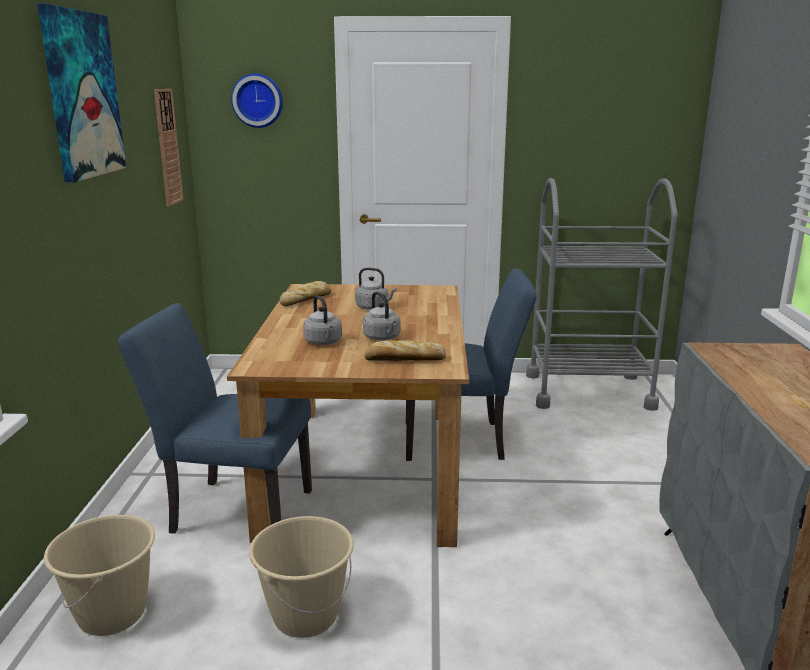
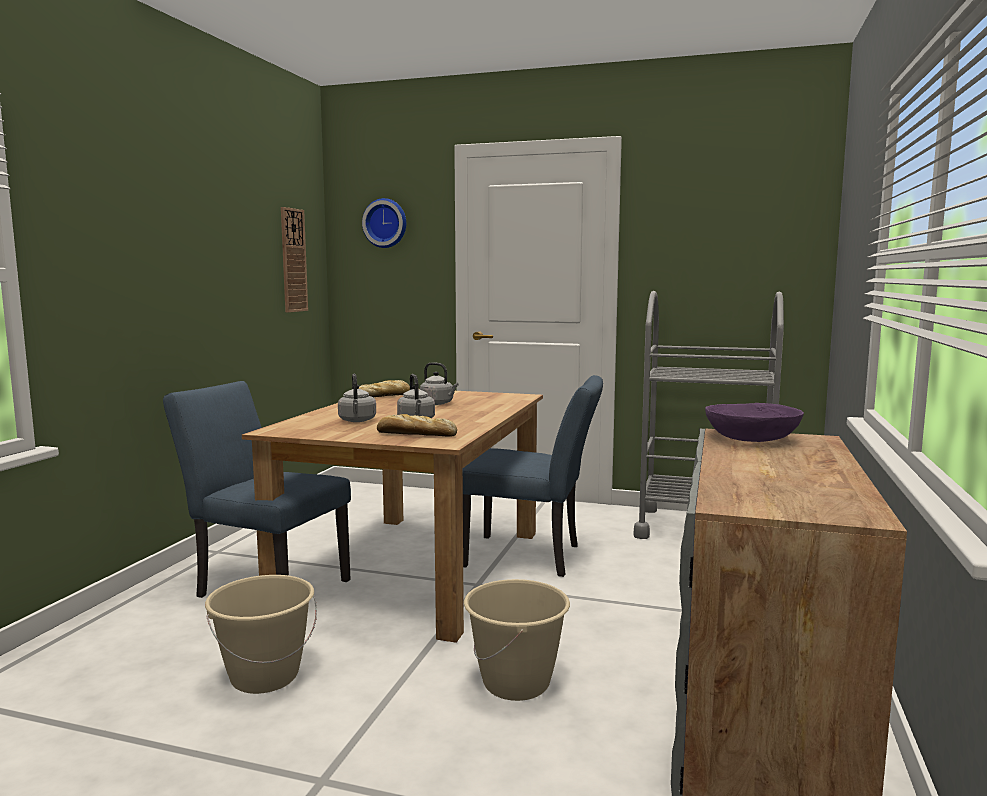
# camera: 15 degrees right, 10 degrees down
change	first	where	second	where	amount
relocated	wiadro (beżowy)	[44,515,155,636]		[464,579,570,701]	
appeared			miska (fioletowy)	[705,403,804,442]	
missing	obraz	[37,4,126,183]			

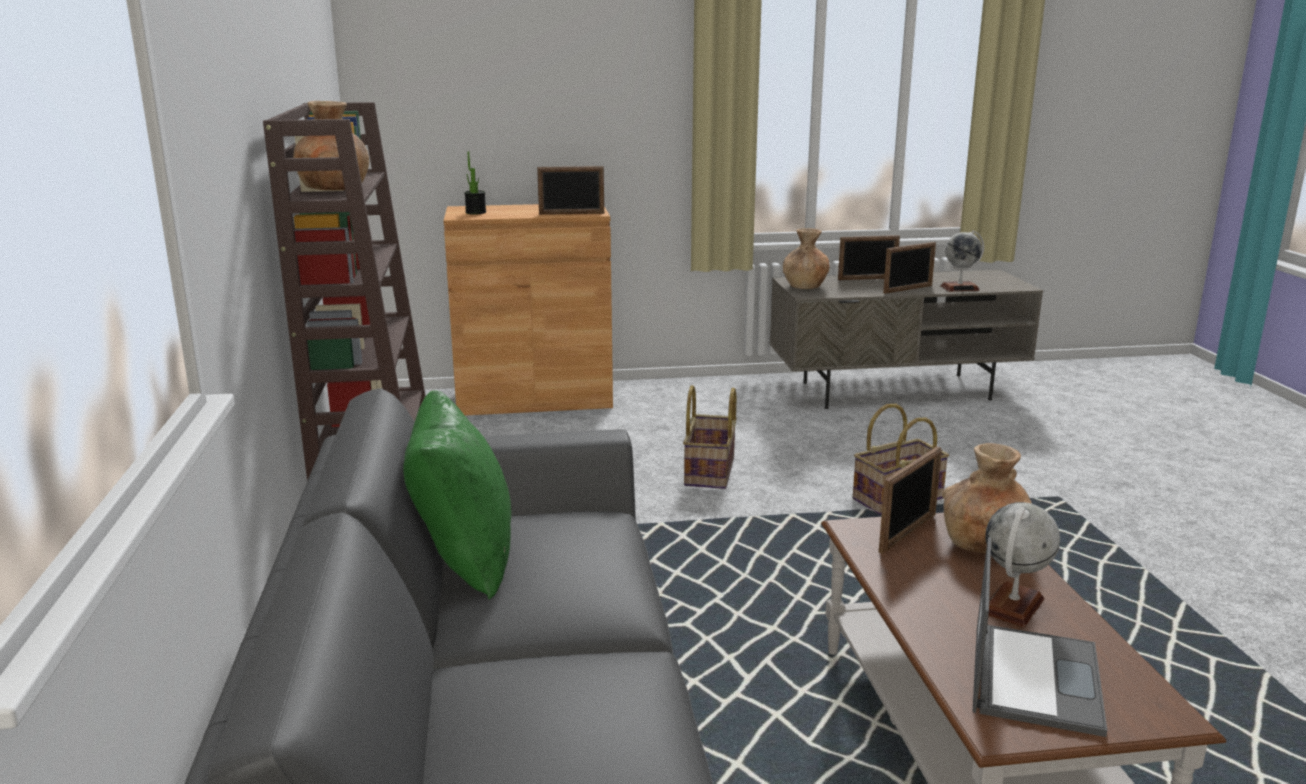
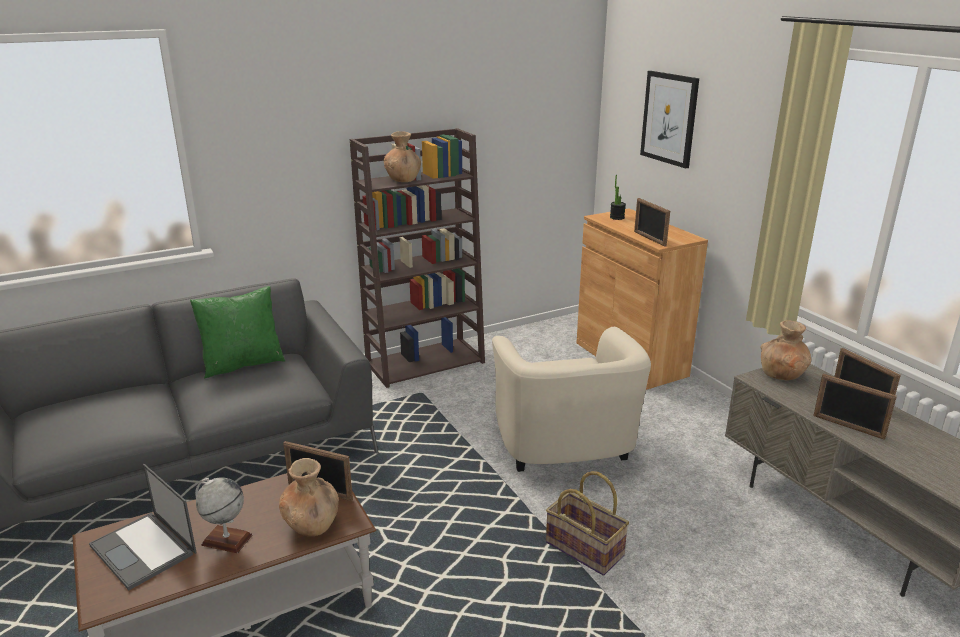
# camera: 70 degrees right, 5 degrees up
change	first	where	second	where	amount
spun	laptop	[973,537,1107,737]		[89,464,197,590]	45 degrees clockwise
exchanged	koszyk	[683,385,737,489]	fotel (beżowy)	[492,327,651,472]	
appeared			obraz	[640,71,699,169]	
missing	globus	[940,230,984,291]			

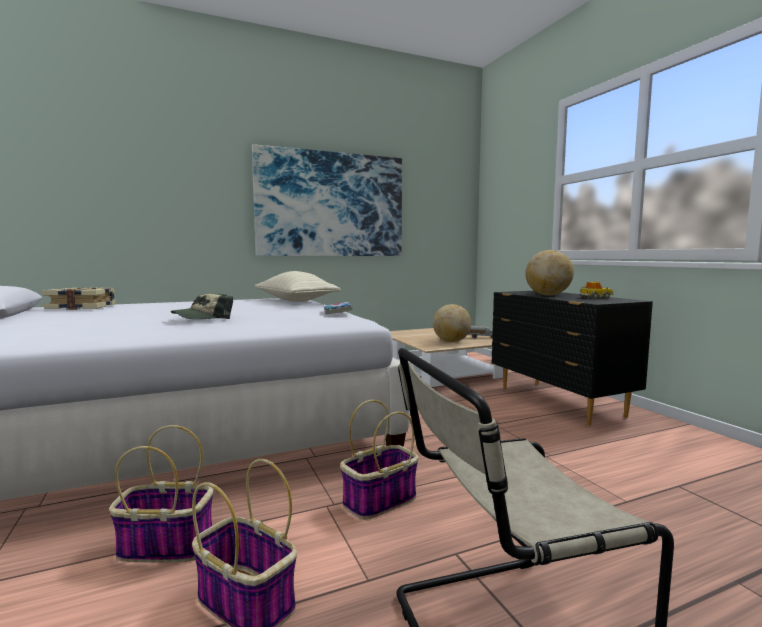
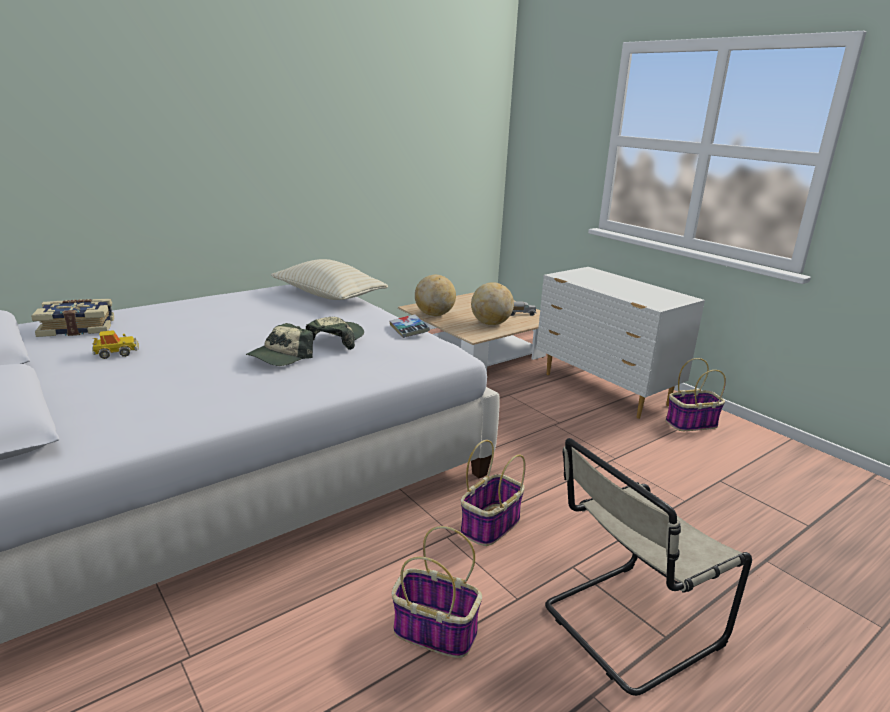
# camera: 15 degrees left, 15 degrees up
change	first	where	second	where	amount
relocated	samochodzik	[580,282,614,299]		[92,330,139,359]	
appeared			czapka z daszkiem	[306,317,364,350]	
relocated	globus	[525,250,574,296]		[415,275,456,316]	
colour	komoda (czarny)	[491,291,653,425]	komoda (biały)	[536,267,705,419]	
relocated	koszyk	[109,425,213,562]		[665,358,726,431]	
missing	obraz	[252,144,402,256]			

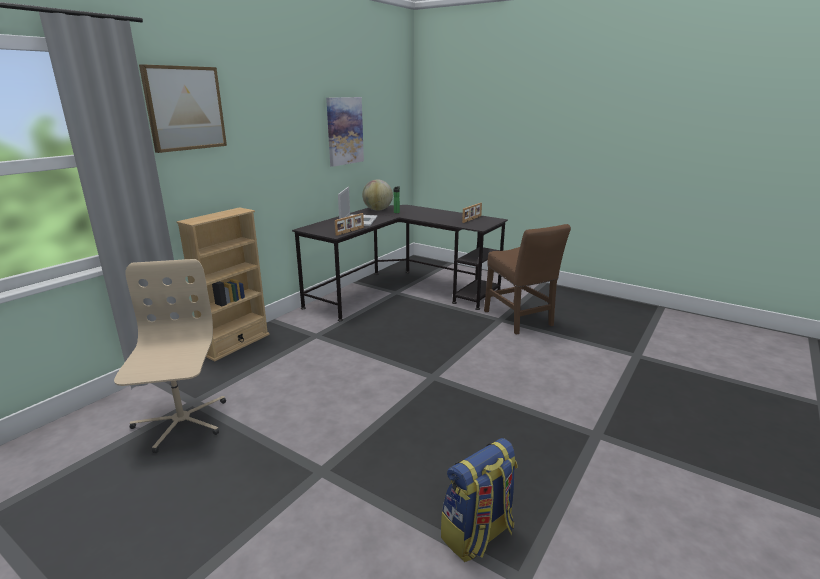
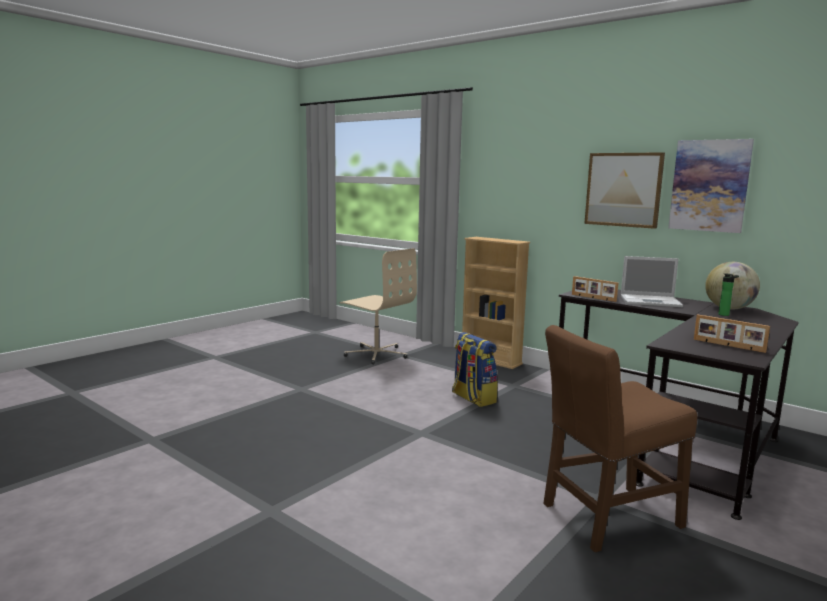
# camera: 95 degrees right, 10 degrees down
change	first	where	second	where	amount
spun	krzesło biurowe (beżowy)	[114,259,226,453]		[339,248,417,364]	45 degrees clockwise
relocated	plecak	[441,438,518,562]		[452,332,498,407]	
relocated	obraz	[139,64,227,153]		[584,152,665,229]	

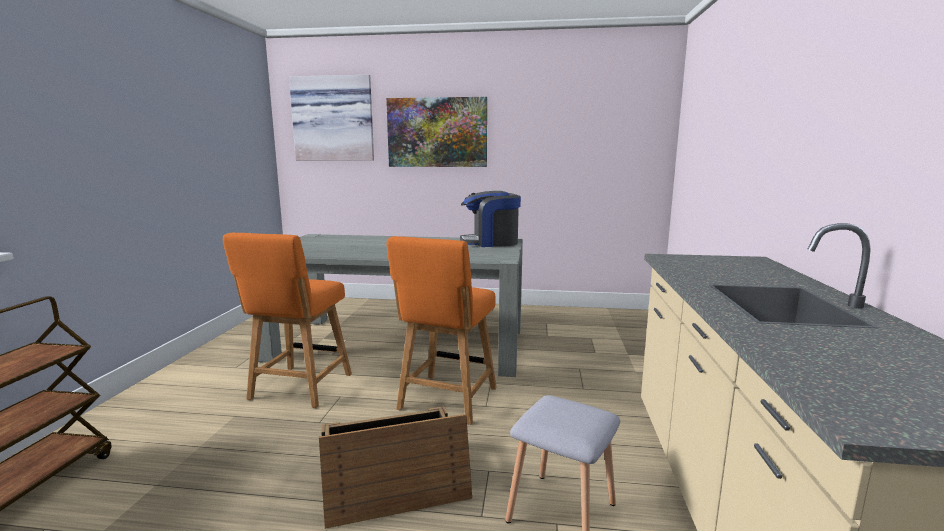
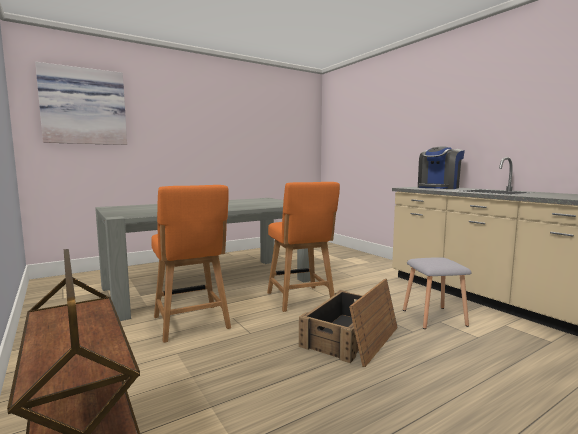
# camera: 40 degrees left, 5 degrees down
change	first	where	second	where	amount
relocated	ekspres do kawy	[460,191,521,247]		[418,146,465,189]	
missing	obraz	[386,97,487,167]			

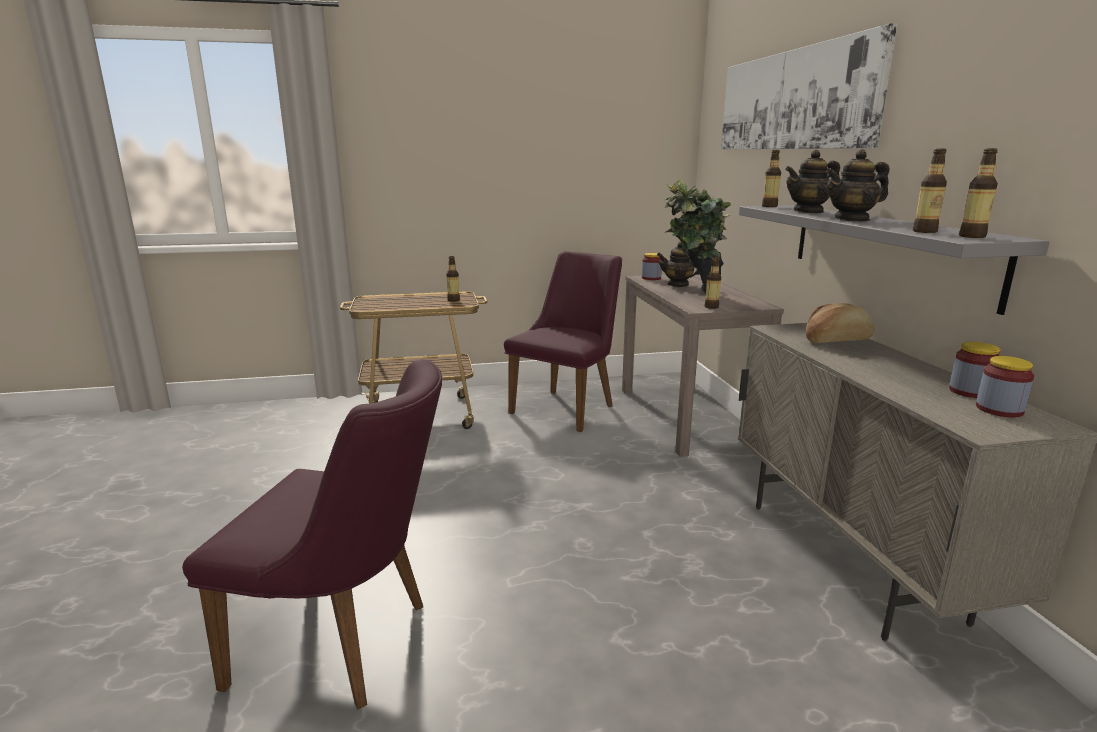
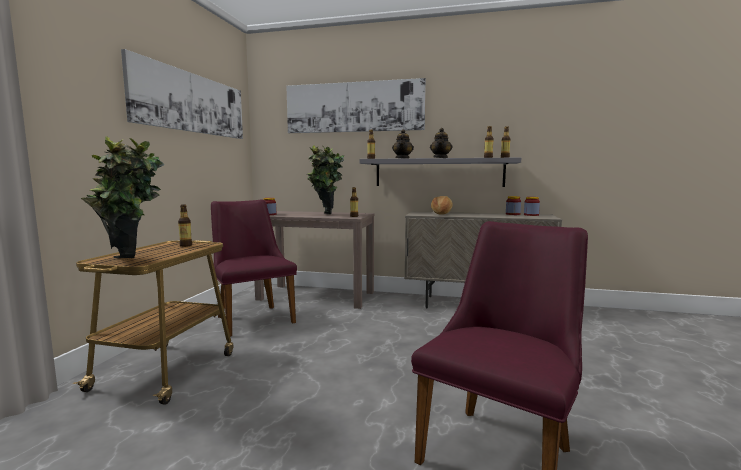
# camera: 65 degrees left, 10 degrees down
change	first	where	second	where	amount
appeared			roślina doniczkowa	[81,136,164,258]	
appeared			obraz	[121,49,243,139]	
missing	imbryk	[657,241,700,287]			

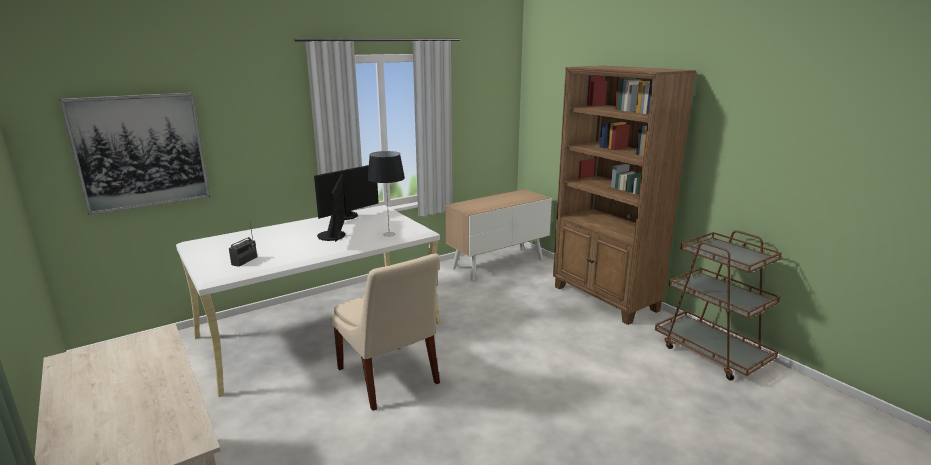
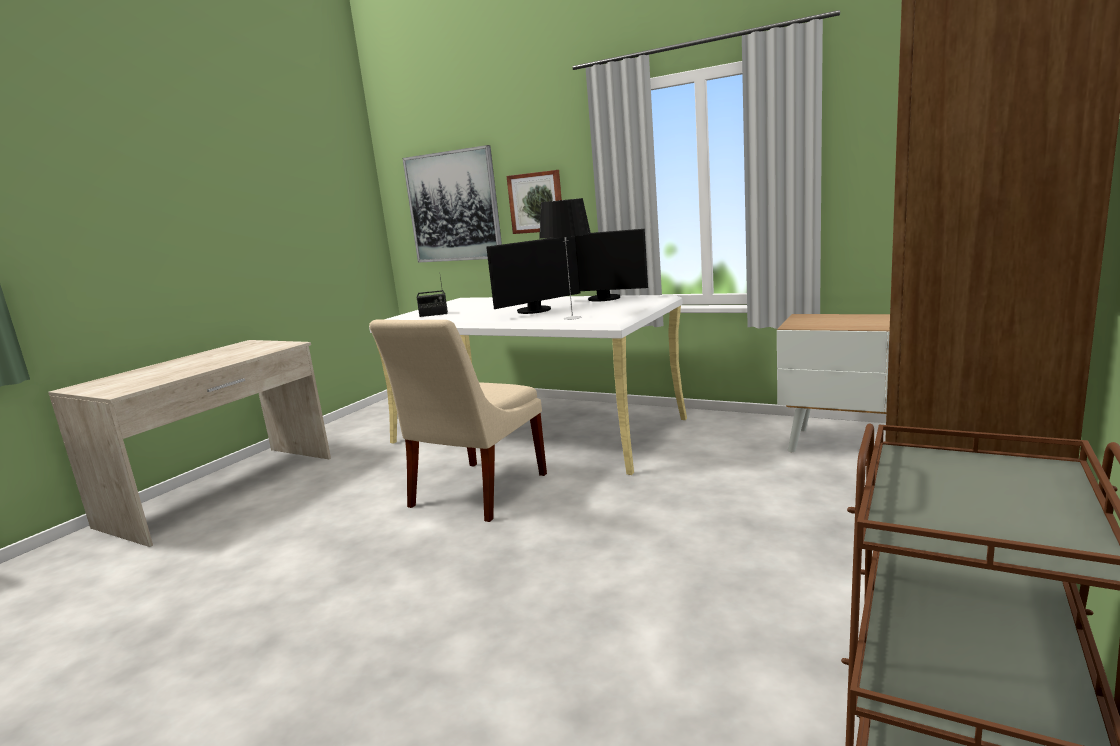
# camera: 65 degrees right, 5 degrees down
change	first	where	second	where	amount
appeared			obraz	[507,170,562,234]	

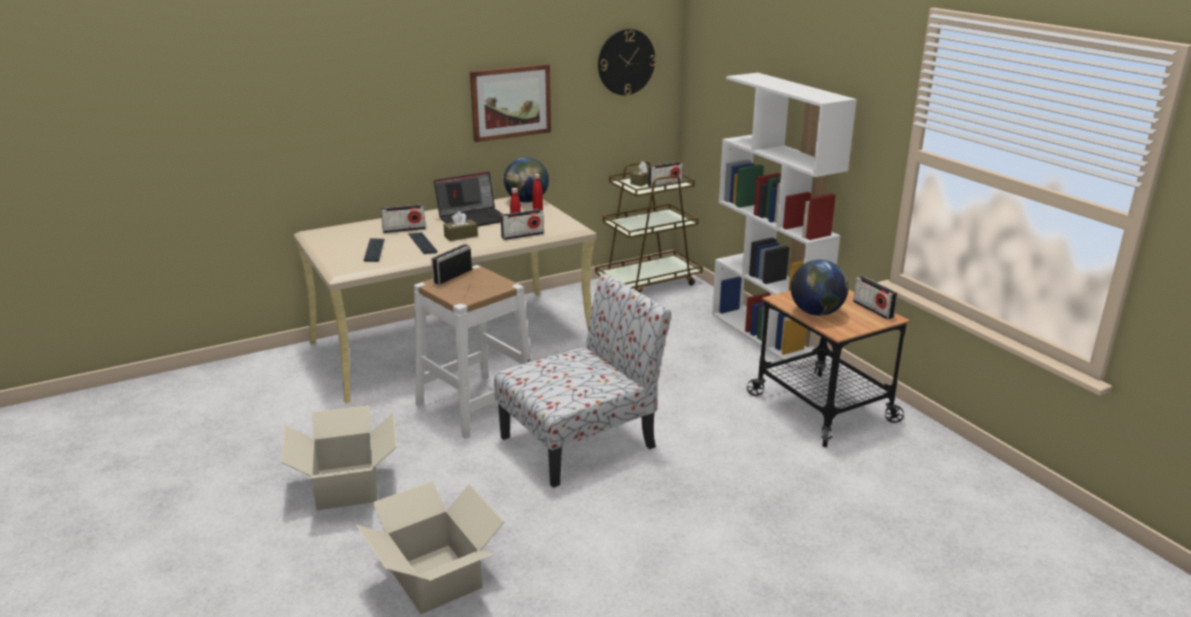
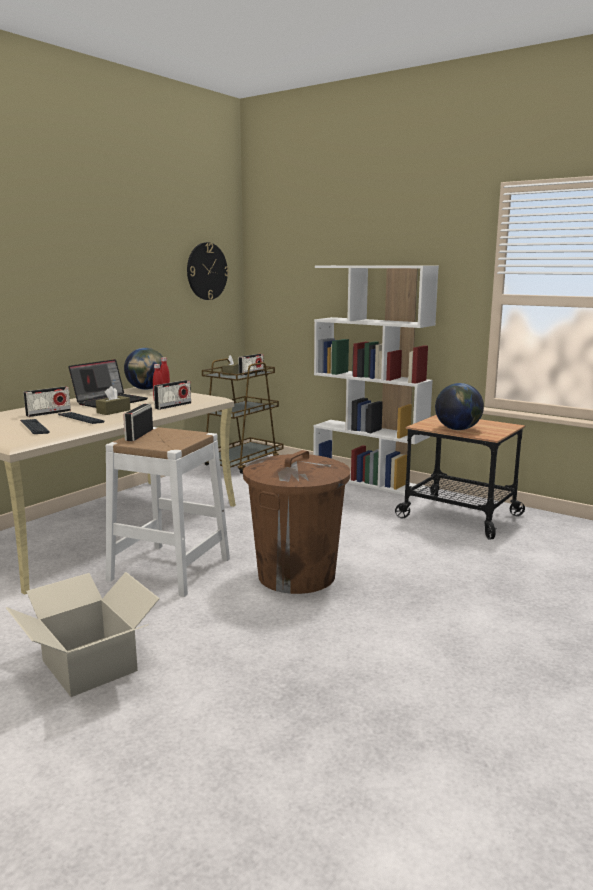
# camera: 25 degrees left, 10 degrees down
change	first	where	second	where	amount
exchanged	krzesło	[494,274,671,488]	kosz na śmieci (brązowy)	[243,450,351,594]	
missing	karton	[356,481,505,614]			
missing	obraz	[470,64,551,142]			
missing	radio	[853,276,898,319]			

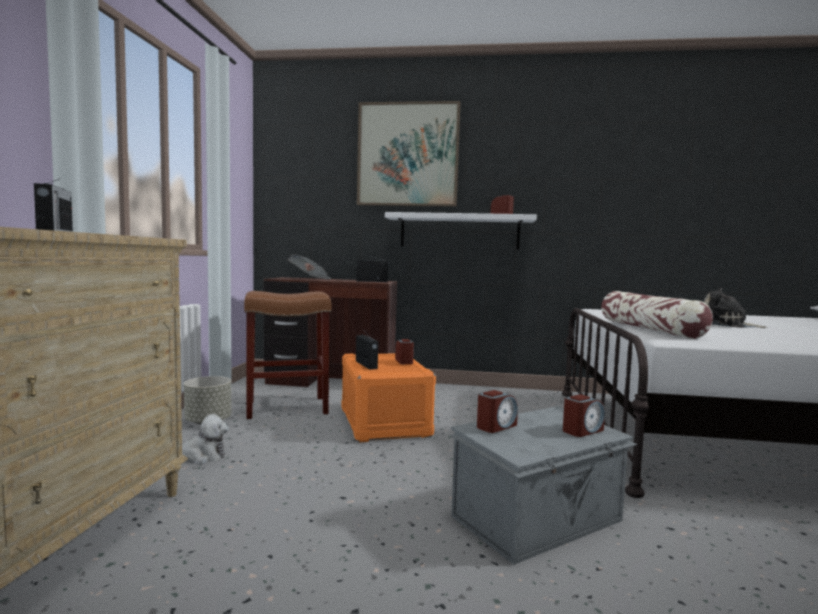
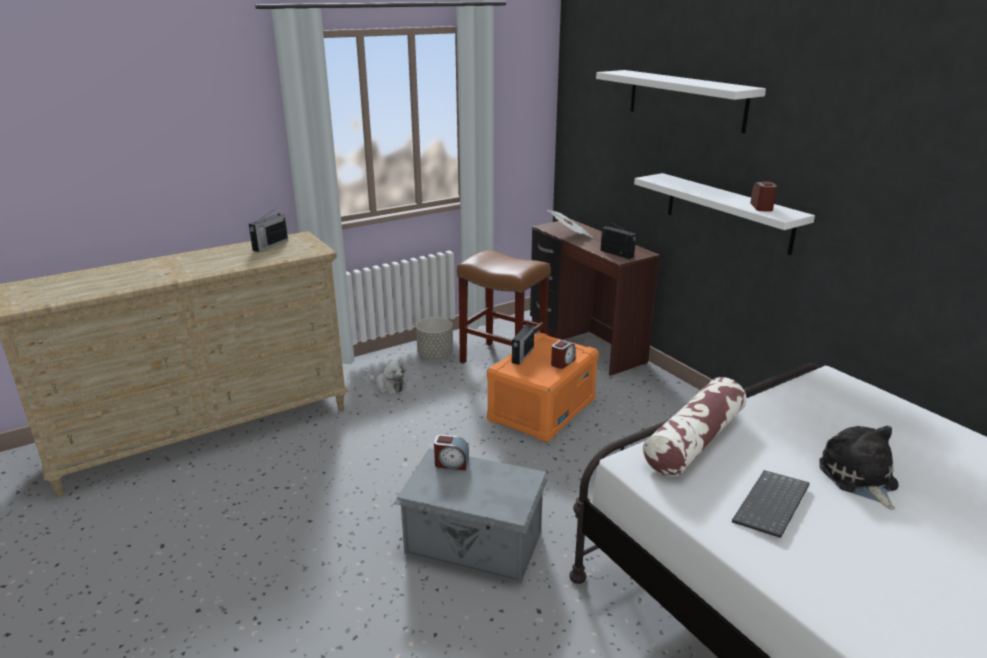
# camera: 50 degrees right, 20 degrees up
change	first	where	second	where	amount
exchanged	obraz	[357,101,460,207]	półka (biały)	[596,70,766,133]	
appeared			klawiatura	[732,470,810,538]	
missing	budzik	[563,394,605,437]			

